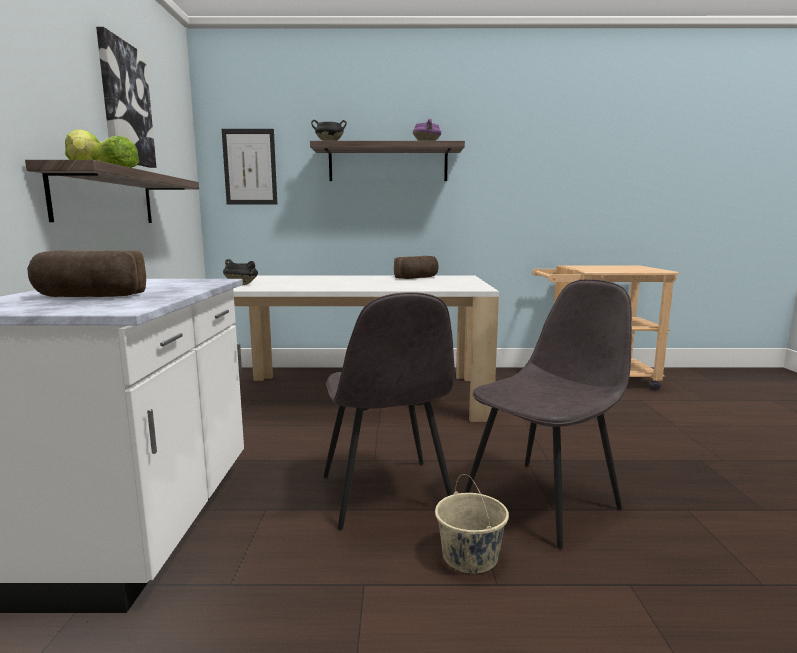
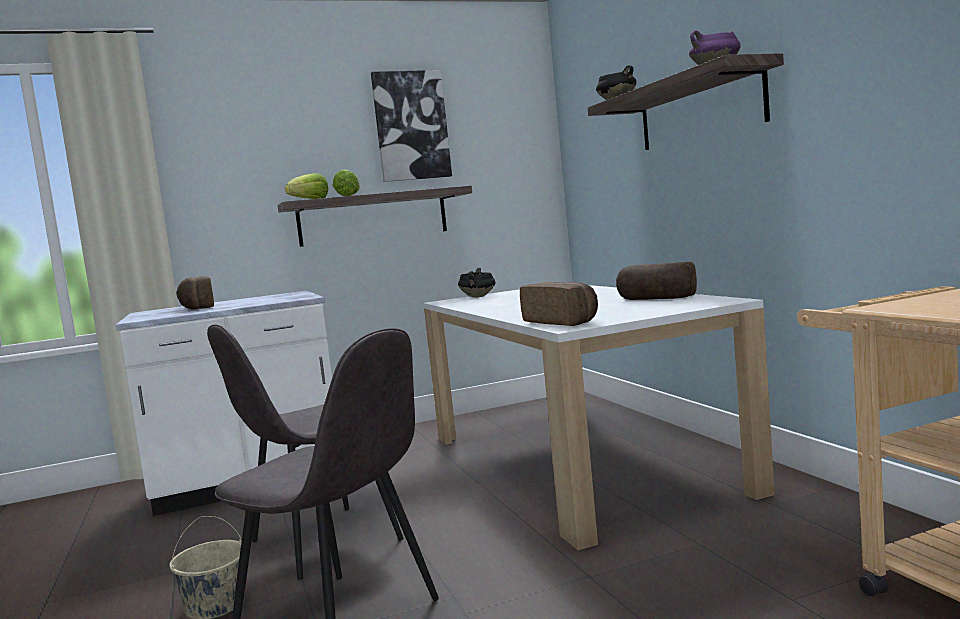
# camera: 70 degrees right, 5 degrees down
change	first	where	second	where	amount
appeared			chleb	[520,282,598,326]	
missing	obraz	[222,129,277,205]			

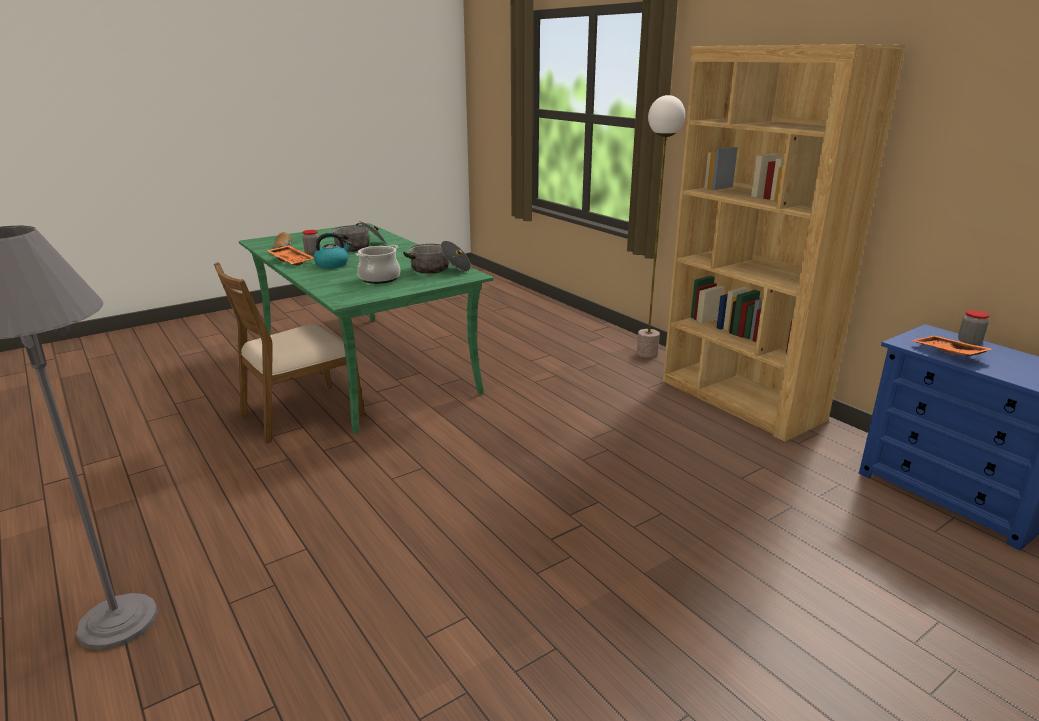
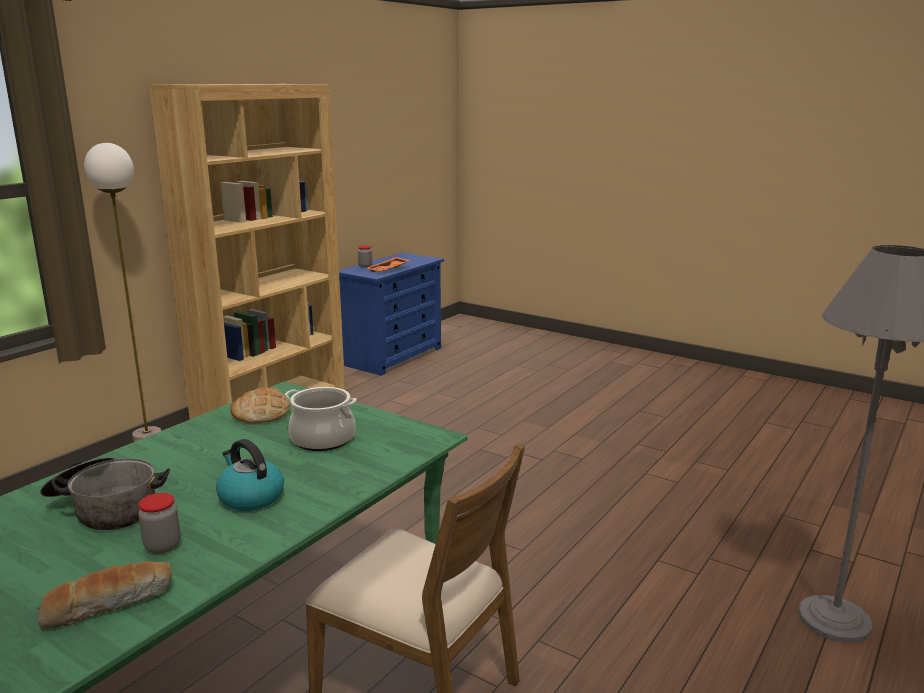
# camera: 110 degrees left, 5 degrees down
change	first	where	second	where	amount
exchanged	garnek	[403,241,471,274]	chleb	[230,387,290,423]	
missing	taca (pomarańczowy)	[267,245,314,266]			

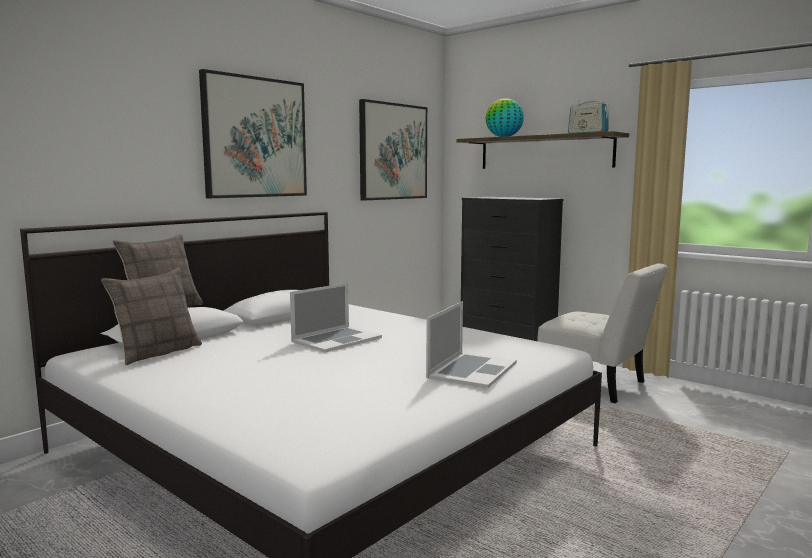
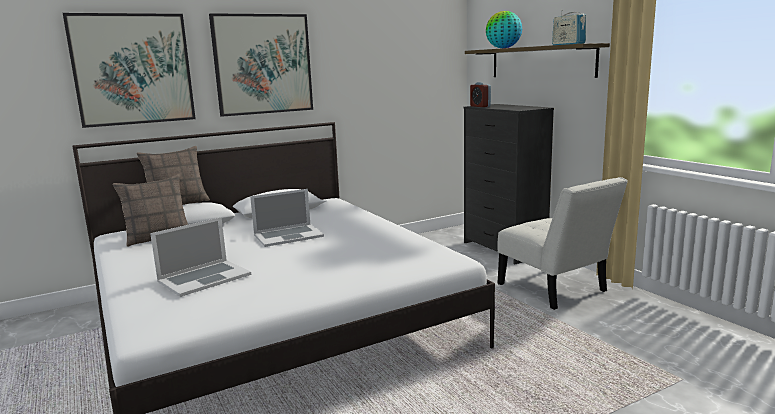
# camera: 20 degrees right, 5 degrees up
change	first	where	second	where	amount
relocated	obraz	[359,99,427,201]		[63,13,196,128]	
relocated	laptop	[426,301,517,389]		[150,217,251,297]	
appeared			budzik	[470,82,491,107]	

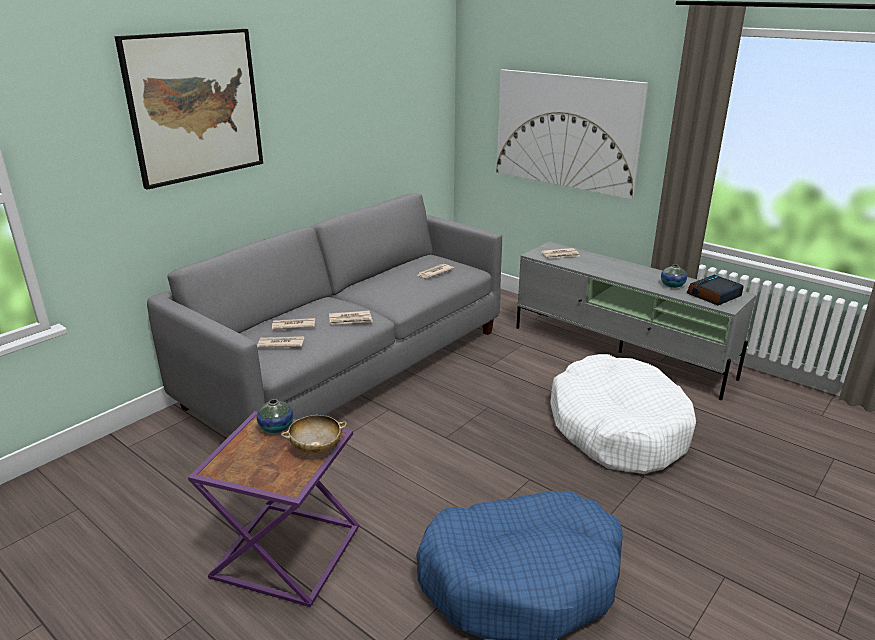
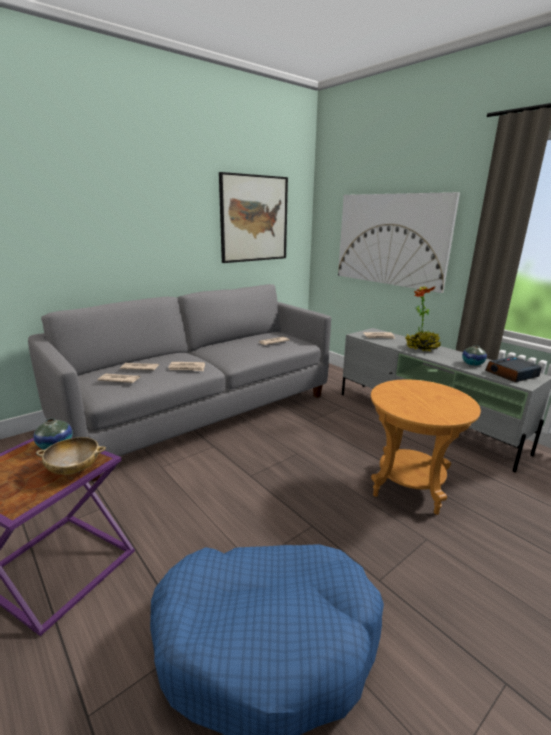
# camera: 10 degrees right, 5 degrees down
change	first	where	second	where	amount
relocated	obraz	[114,29,263,190]		[219,172,288,263]	
exchanged	legowisko (biały)	[550,354,696,474]	stolik (brązowy)	[371,379,481,515]	
appeared			roślina doniczkowa	[405,286,441,352]	

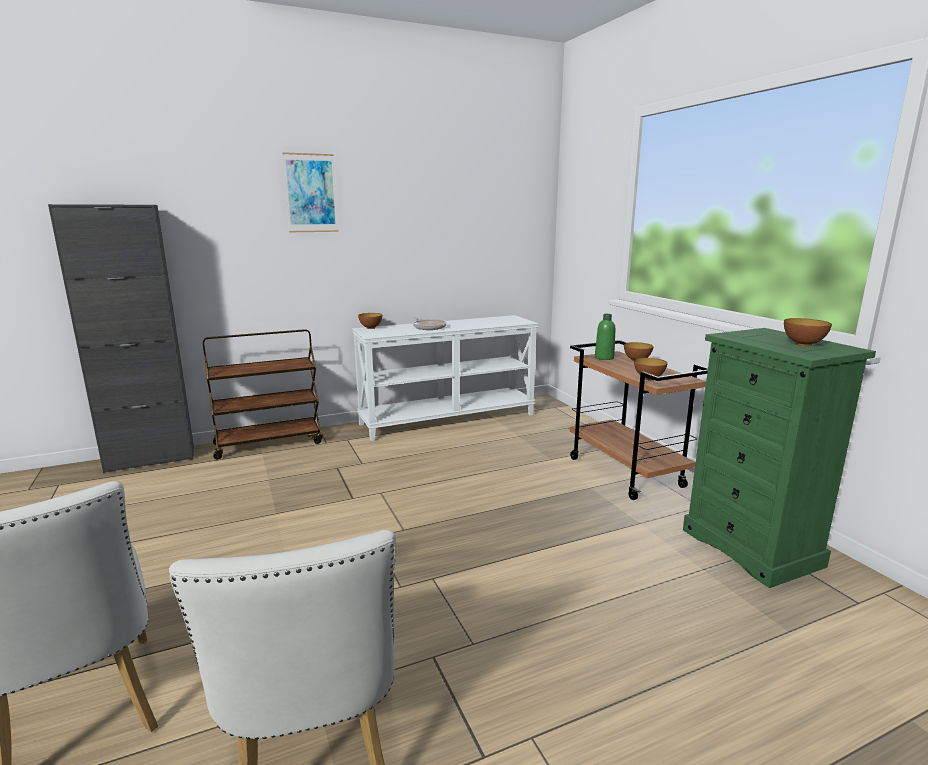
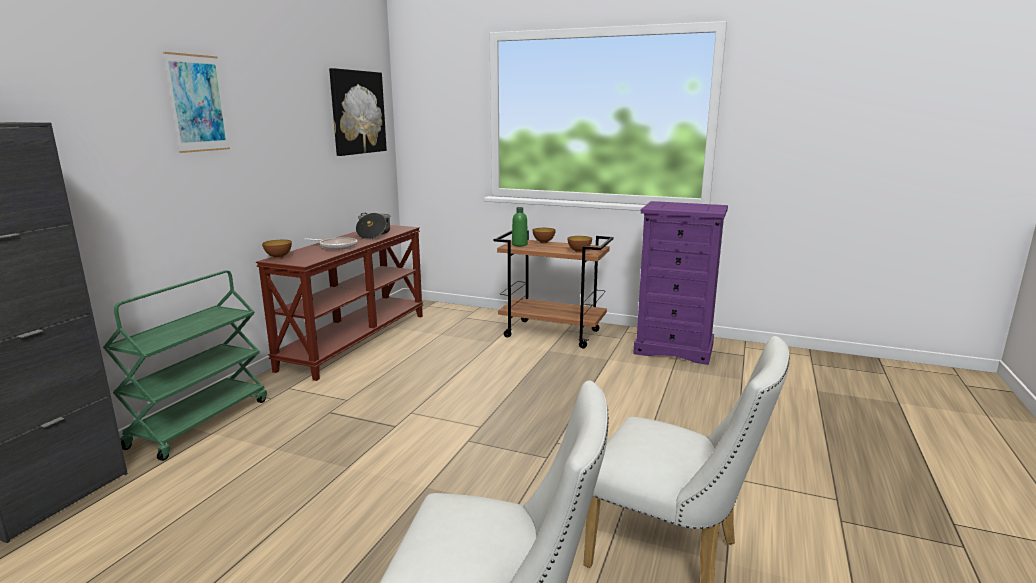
# camera: 45 degrees left, 0 degrees up
change	first	where	second	where	amount
colour	wózek (brązowy)	[203,329,323,459]	wózek (zielony)	[103,270,267,461]	
colour	stolik konsolowy (biały)	[352,315,538,441]	stolik konsolowy (brązowy)	[256,225,424,381]	
appeared			obraz	[329,68,387,156]	
appeared			garnek	[356,213,390,239]	
colour	komoda (zielony)	[683,328,876,588]	komoda (fioletowy)	[633,201,728,365]	
missing	miska	[784,318,832,346]			

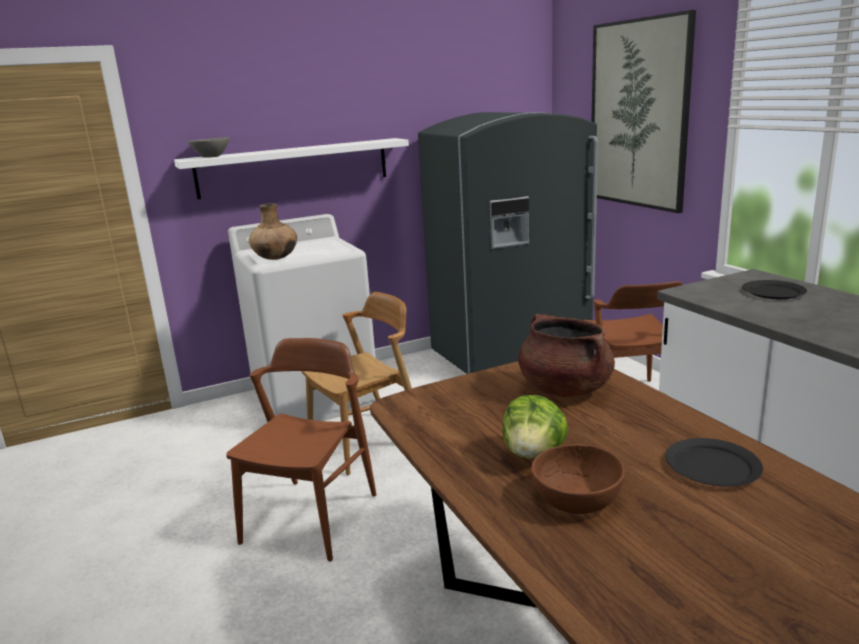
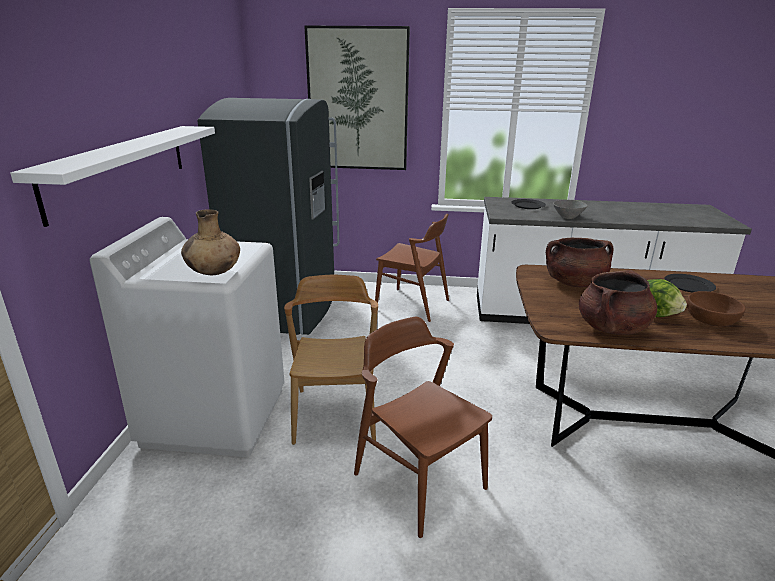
# camera: 60 degrees left, 5 degrees up
change	first	where	second	where	amount
relocated	miska (szary)	[187,137,230,158]		[553,200,587,219]	
appeared			garnek (brązowy)	[579,270,657,335]	

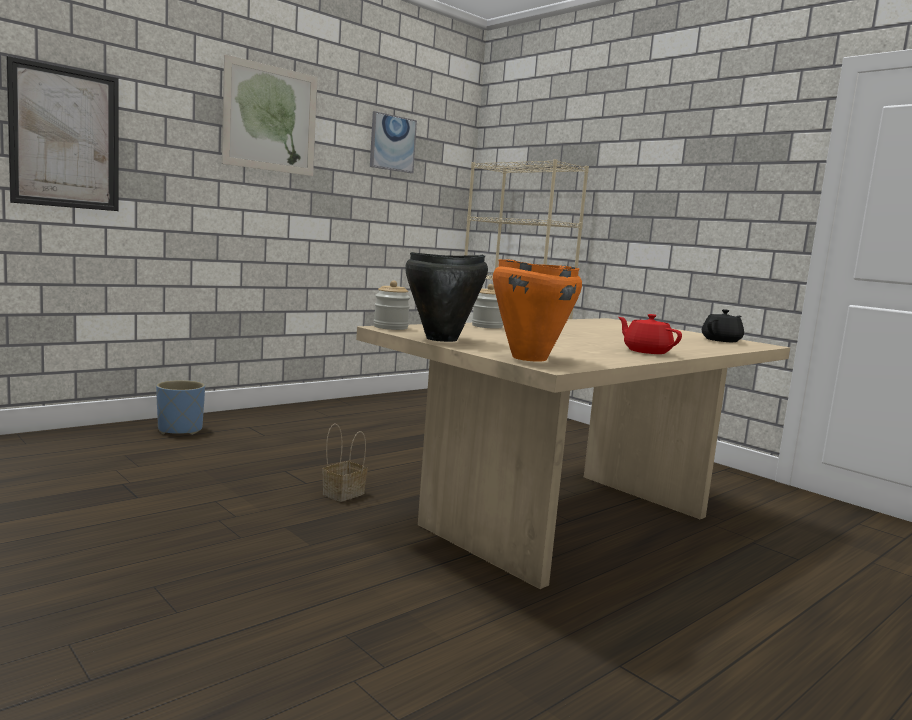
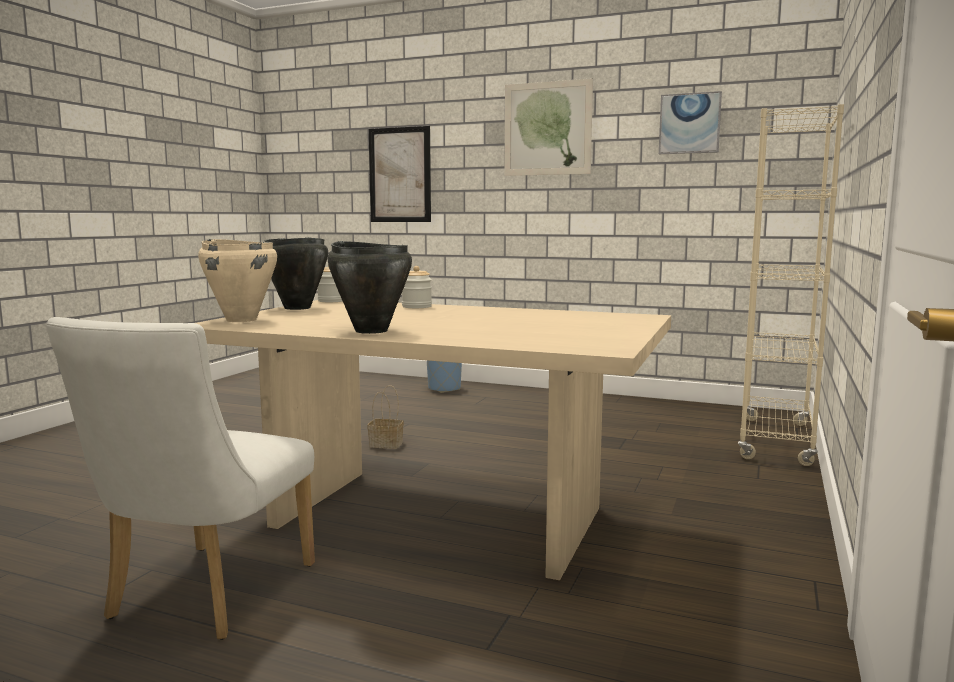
# camera: 65 degrees right, 0 degrees up
change	first	where	second	where	amount
appeared			krzesło (biały)	[46,317,315,640]	
colour	garnek (pomarańczowy)	[493,259,582,362]	garnek (beżowy)	[198,239,277,322]	
exchanged	imbryk (czerwony)	[618,314,682,354]	garnek (czarny)	[327,241,412,334]	
missing	imbryk (czarny)	[702,309,744,342]			

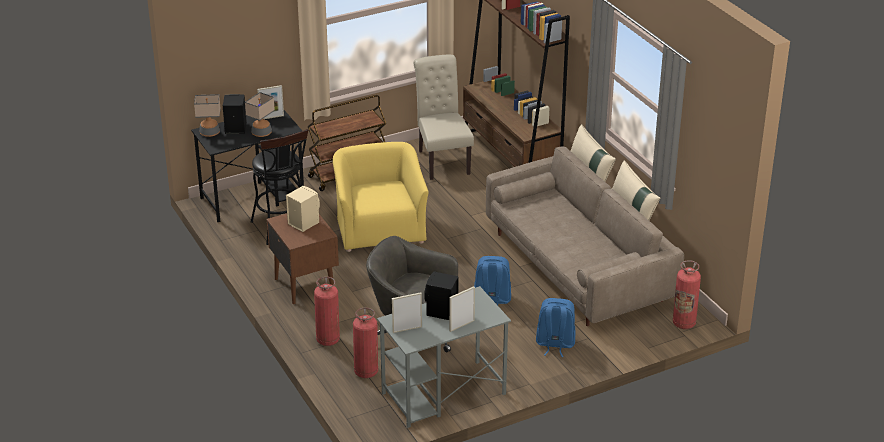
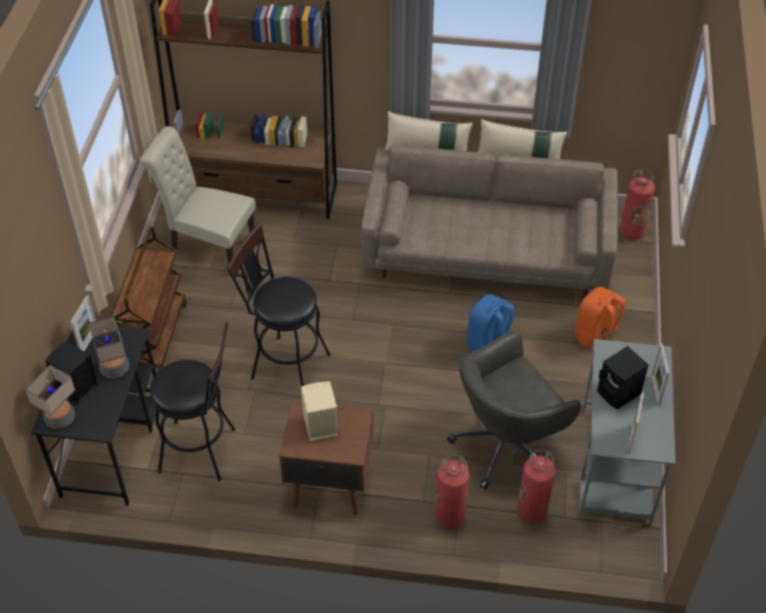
# camera: 55 degrees left, 15 degrees up
change	first	where	second	where	amount
exchanged	fotel (żółty)	[333,142,429,252]	stołek (czarny)	[227,223,331,387]	
colour	plecak (niebieski)	[536,298,575,357]	plecak (pomarańczowy)	[575,287,625,349]	

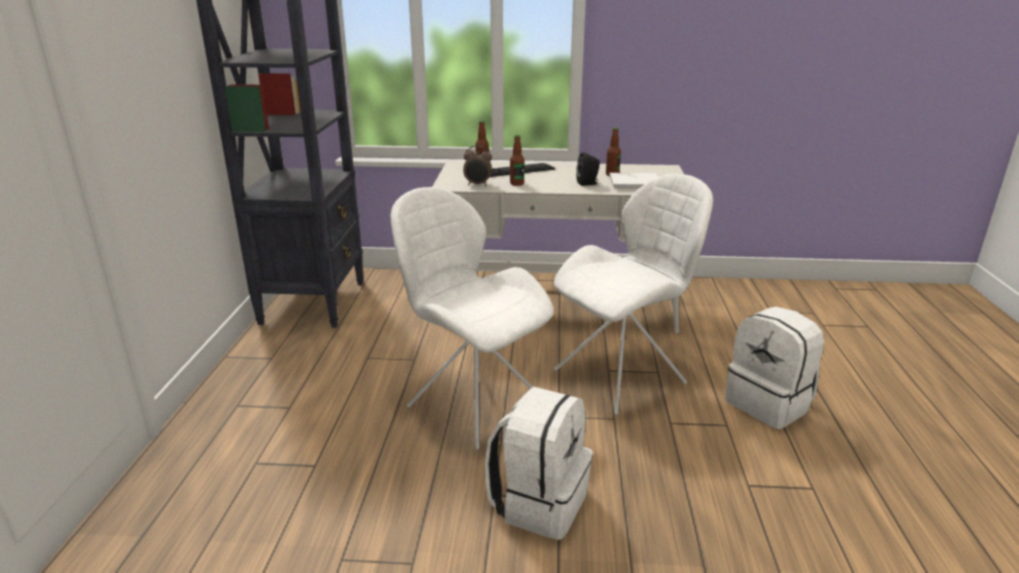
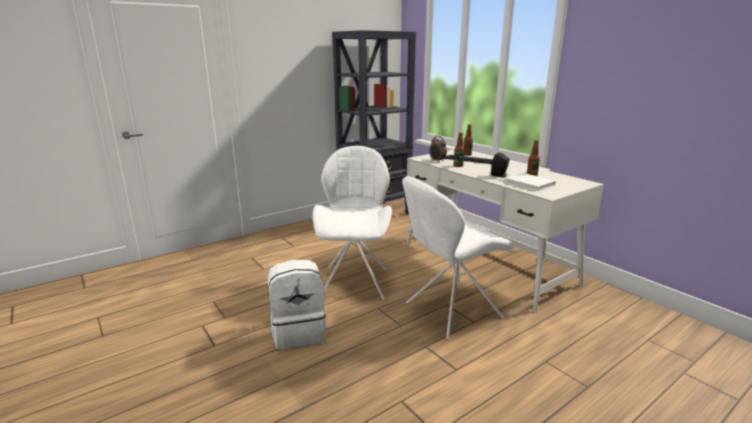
# camera: 50 degrees right, 5 degrees down
change	first	where	second	where	amount
spun	krzesło (biały)	[554,174,713,415]		[402,176,514,339]	135 degrees clockwise
missing	plecak (biały)	[725,306,824,429]			

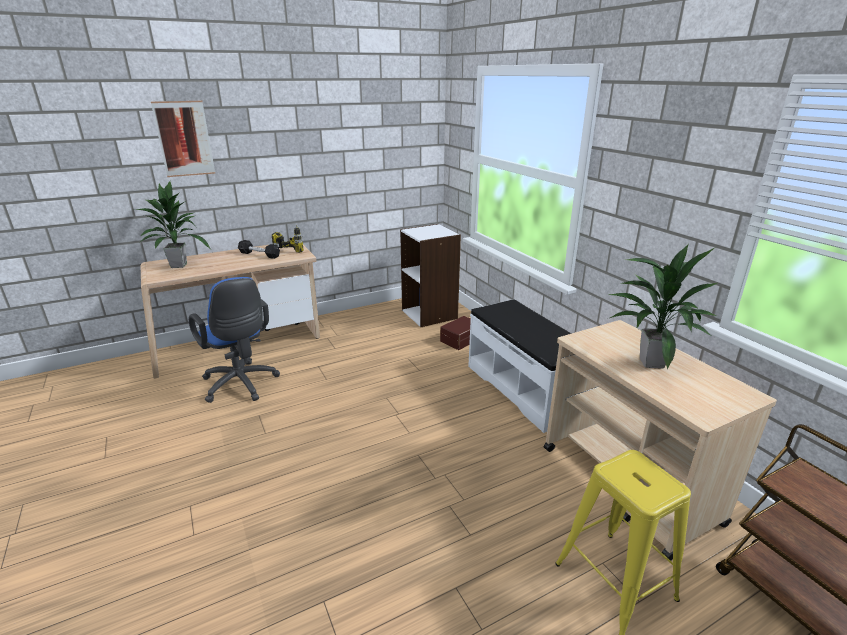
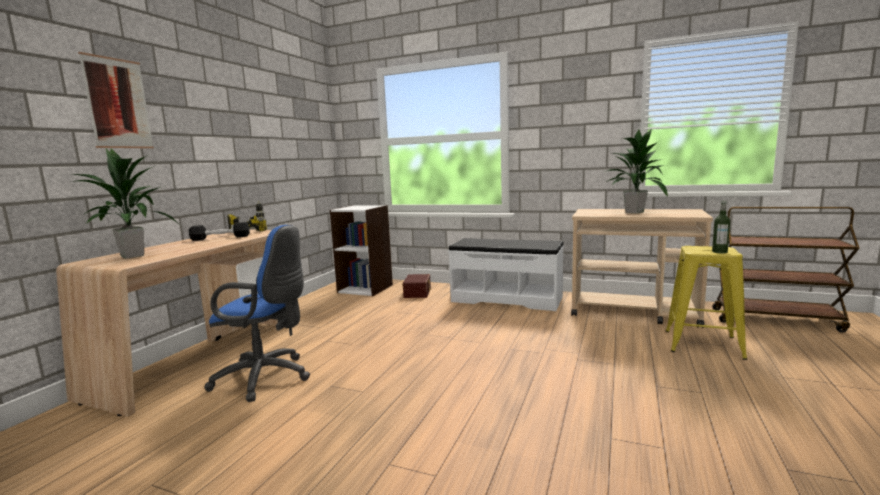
# camera: 40 degrees left, 15 degrees down
change	first	where	second	where	amount
appeared			butelka	[712,201,730,253]	

